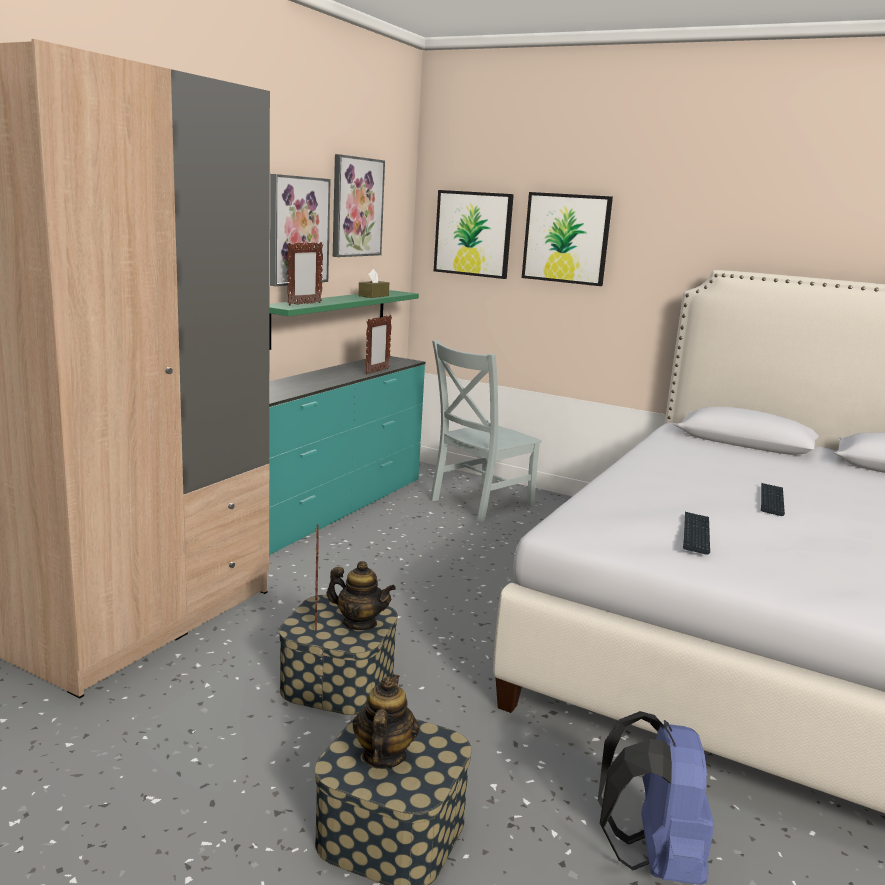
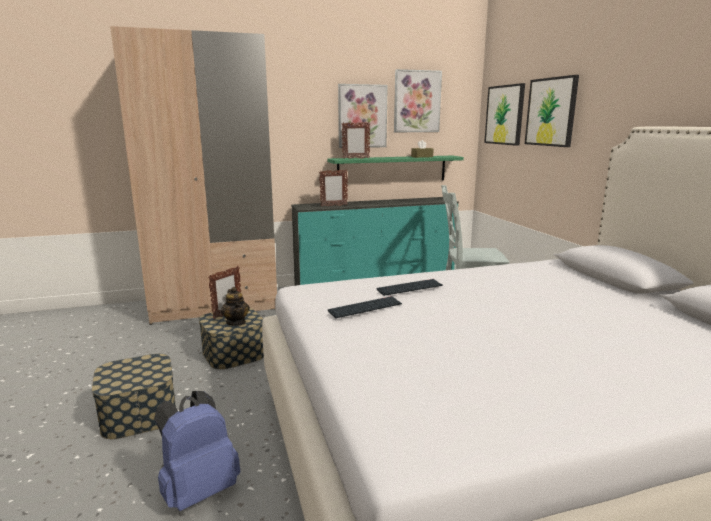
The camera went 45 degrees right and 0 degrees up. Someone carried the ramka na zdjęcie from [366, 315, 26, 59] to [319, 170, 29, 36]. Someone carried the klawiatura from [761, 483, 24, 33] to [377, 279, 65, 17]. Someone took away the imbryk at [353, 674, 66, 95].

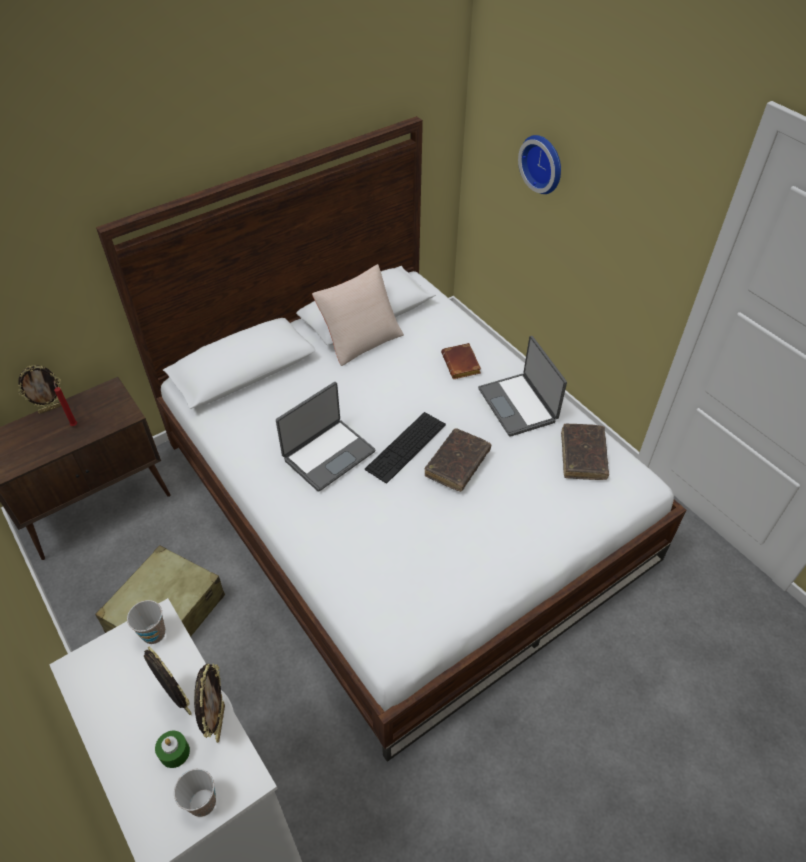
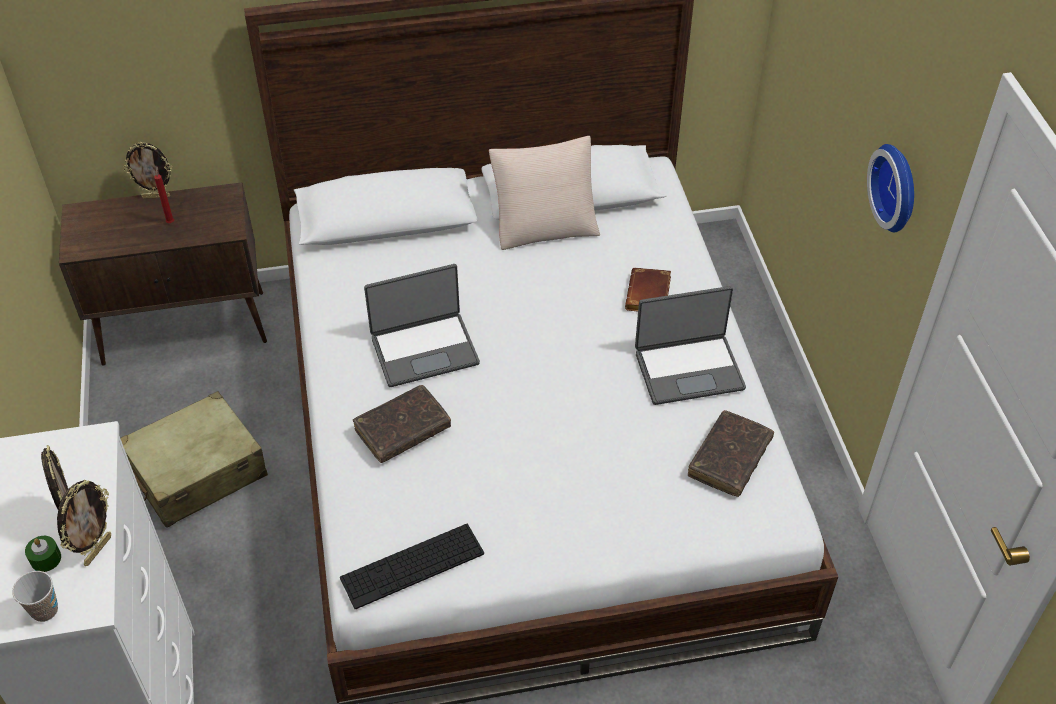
The camera went 25 degrees right and 0 degrees up. Someone carried the klawiatura from [365, 412, 81, 72] to [340, 524, 144, 85]. Someone carried the książka (brązowy) from [425, 428, 66, 64] to [353, 385, 98, 78]. Someone rotated the laptop at [478, 336, 89, 101] by 105 degrees counterclockwise. Someone carried the zegar ścienny from [518, 135, 43, 59] to [867, 144, 47, 88]. Someone took away the filiżanka at [127, 600, 38, 44].

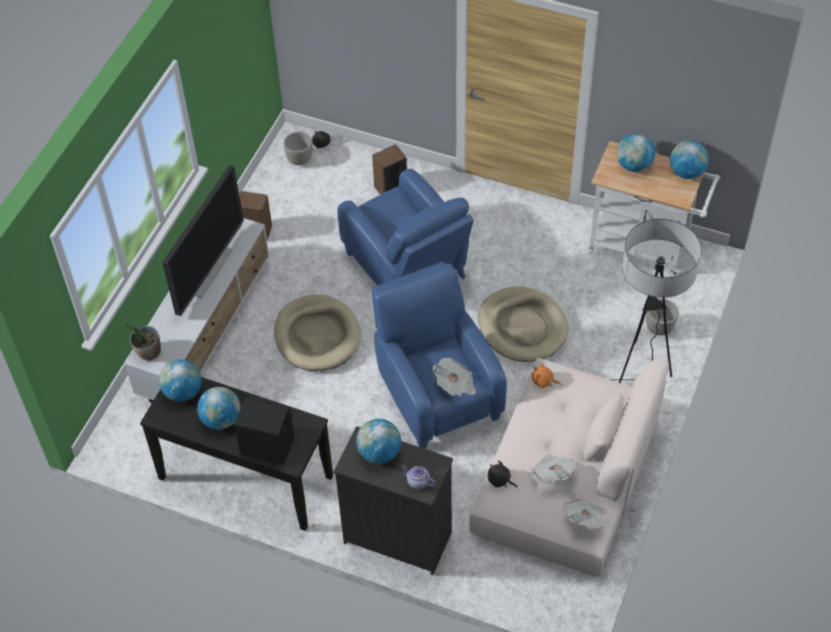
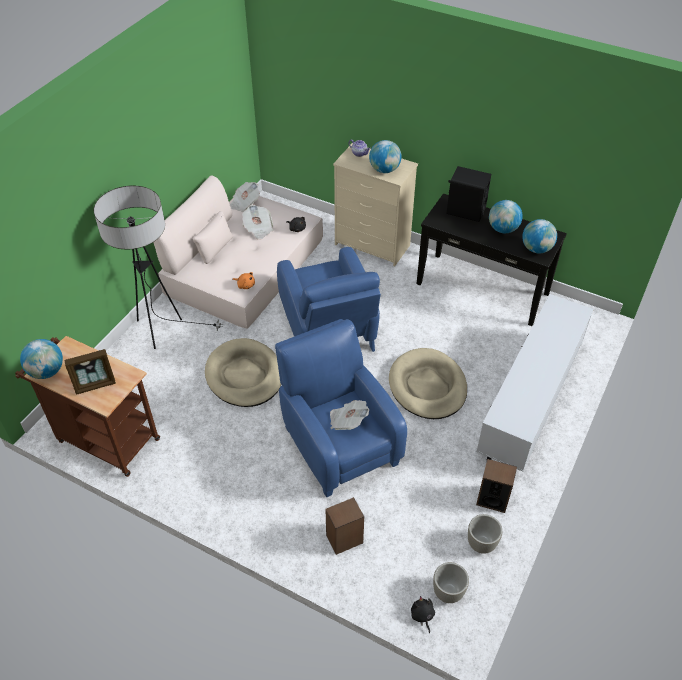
The camera went 175 degrees left and 5 degrees down. Someone repainted the wózek (biały) at [589, 141, 131, 136], which became the wózek (brązowy) at [15, 336, 145, 141]. Someone swapped the globus at [617, 133, 38, 39] for the ramka na zdjęcie at [65, 349, 51, 46]. Someone carried the gazeta from [433, 358, 43, 39] to [330, 400, 39, 30]. Someone repainted the komoda (czarny) at [334, 426, 119, 149], which became the komoda (beżowy) at [333, 143, 85, 124]. Someone carried the donica (szary) from [646, 299, 33, 36] to [468, 514, 34, 40]. Someone took away the roślina doniczkowa at [125, 324, 36, 37]. Someone took away the telewizor at [163, 165, 81, 151].

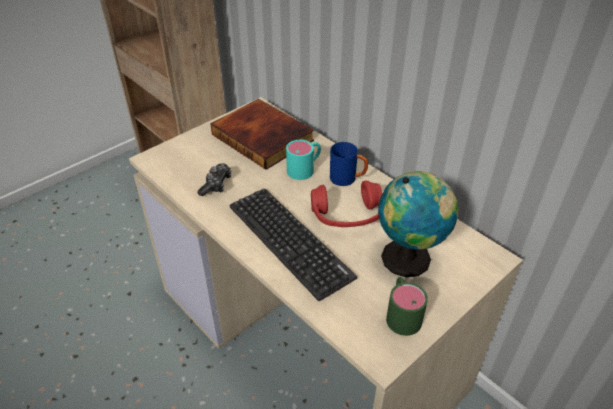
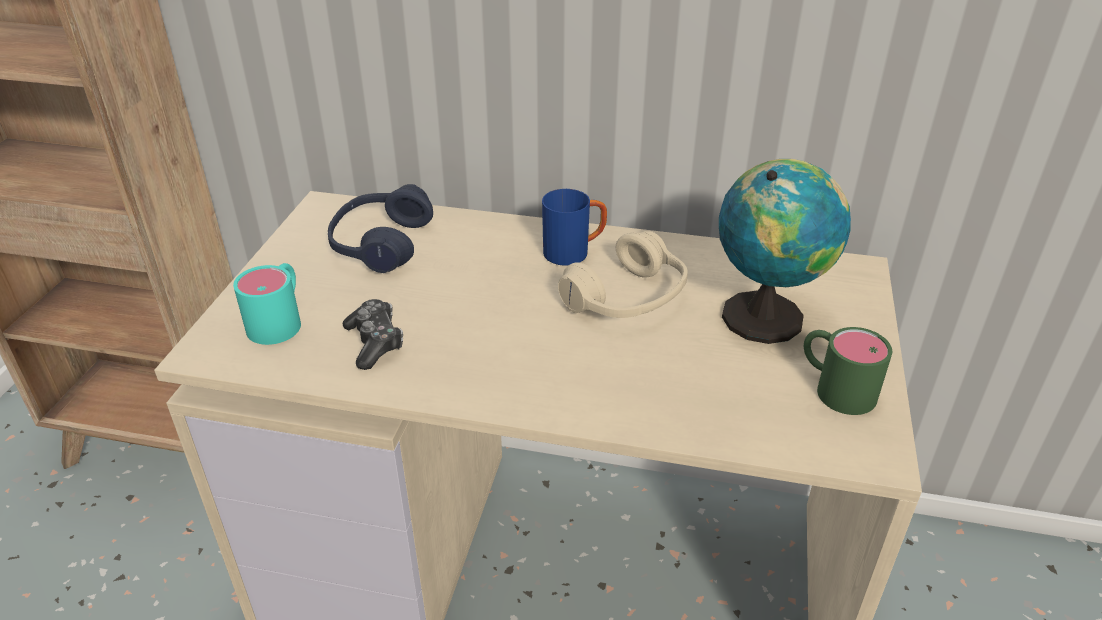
The camera went 35 degrees left and 5 degrees down. Someone carried the kubek (turkusowy) from [286, 140, 35, 40] to [233, 263, 68, 82]. Someone swapped the książka at [210, 99, 104, 71] for the słuchawki (niebieski) at [328, 184, 105, 89]. Someone repainted the słuchawki (czerwony) at [311, 181, 71, 46], which became the słuchawki (beżowy) at [558, 231, 130, 87]. Someone took away the klawiatura at [230, 188, 127, 113].

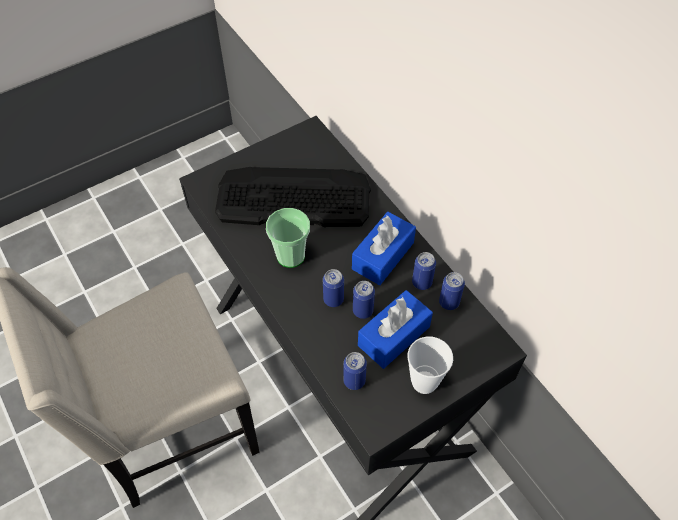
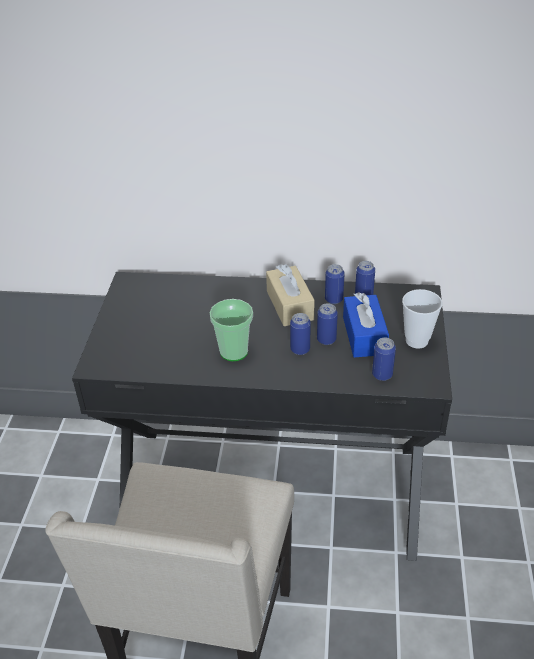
The camera went 50 degrees left and 15 degrees down. Someone repainted the pudełko chusteczek (niebieski) at [352, 212, 64, 73], which became the pudełko chusteczek (beżowy) at [266, 264, 49, 62]. Someone took away the klawiatura at [215, 167, 156, 60].

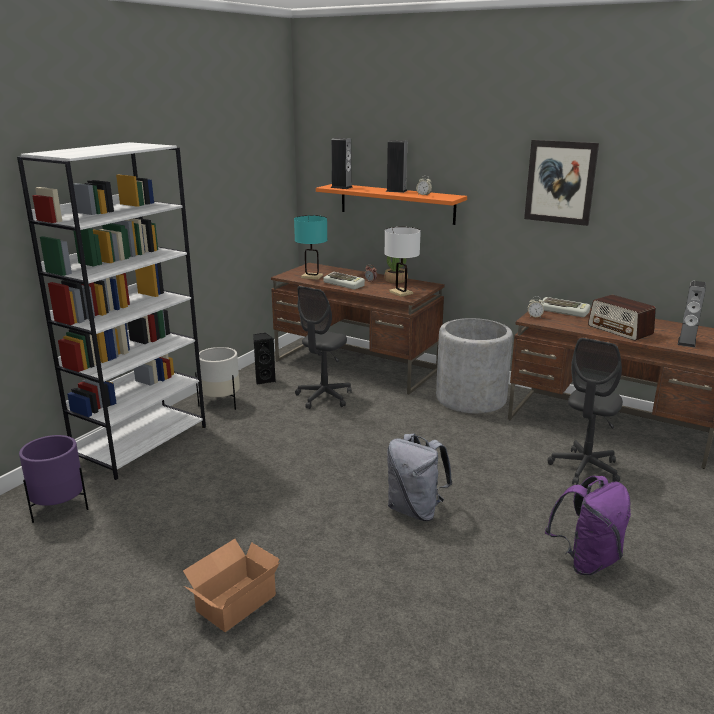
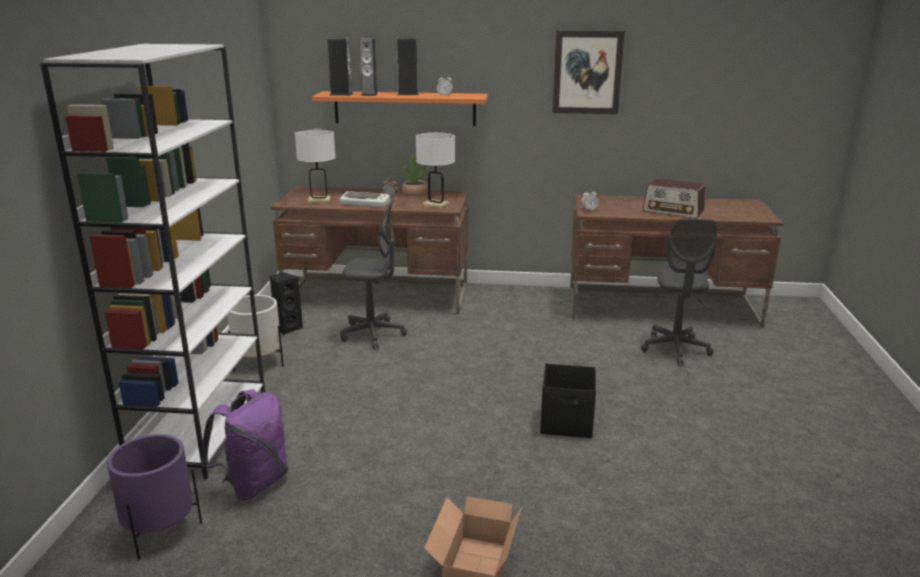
The camera went 25 degrees left and 0 degrees up. Someone carried the plecak (fioletowy) from [545, 476, 86, 99] to [201, 389, 88, 112]. Someone repainted the lampa stołowa (turkusowy) at [294, 215, 33, 65], which became the lampa stołowa (biały) at [295, 129, 40, 74]. Someone rotated the krzesło biurowe (szary) at [295, 286, 57, 123] by 90 degrees counterclockwise. Someone carried the głośnik from [678, 281, 28, 67] to [359, 37, 19, 59]. Someone swapped the plecak (szary) at [387, 434, 65, 87] for the pojemnik do przechowywania (czarny) at [540, 363, 56, 75]. Someone took away the donica (szary) at [436, 318, 77, 96]. Someone took away the klawiatura at [541, 297, 49, 20].

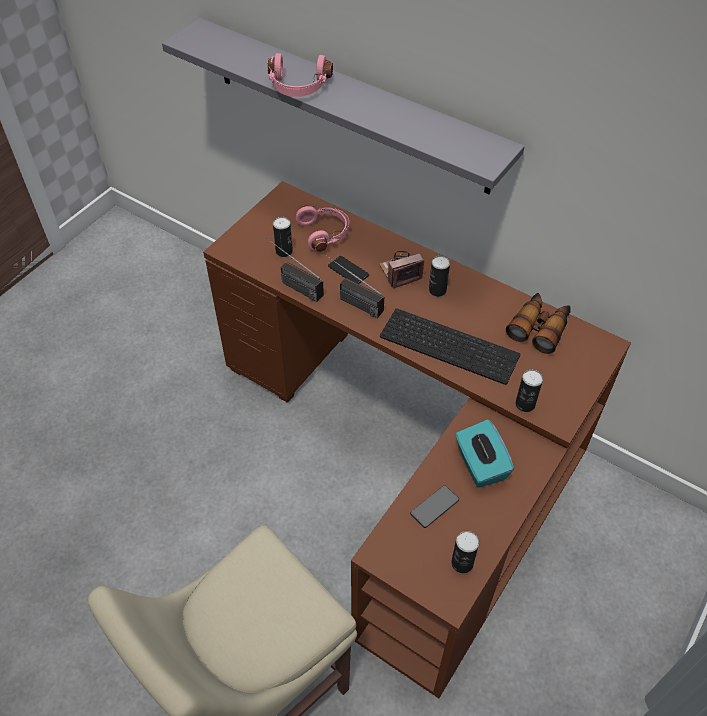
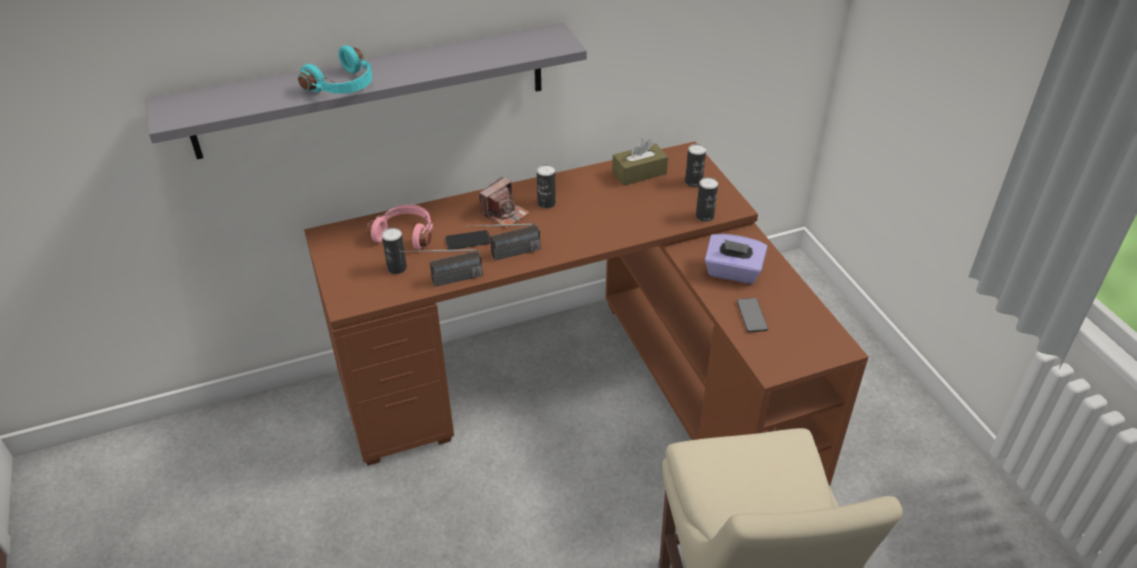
The camera went 55 degrees left and 10 degrees down. Someone repainted the słuchawki (różowy) at [267, 53, 66, 44], which became the słuchawki (turkusowy) at [298, 45, 74, 49]. Someone rotated the aparat fotograficzny at [379, 251, 45, 38] by 150 degrees counterclockwise. Someone swapped the lornetka at [506, 293, 65, 61] for the pudełko chusteczek (brązowy) at [612, 139, 56, 47]. Someone carried the puszka from [451, 531, 28, 42] to [685, 144, 21, 43]. Someone repainted the pudełko chusteczek (turkusowy) at [455, 419, 59, 68], which became the pudełko chusteczek (fioletowy) at [705, 234, 62, 50]. Someone took away the klawiatura at [380, 308, 140, 77].

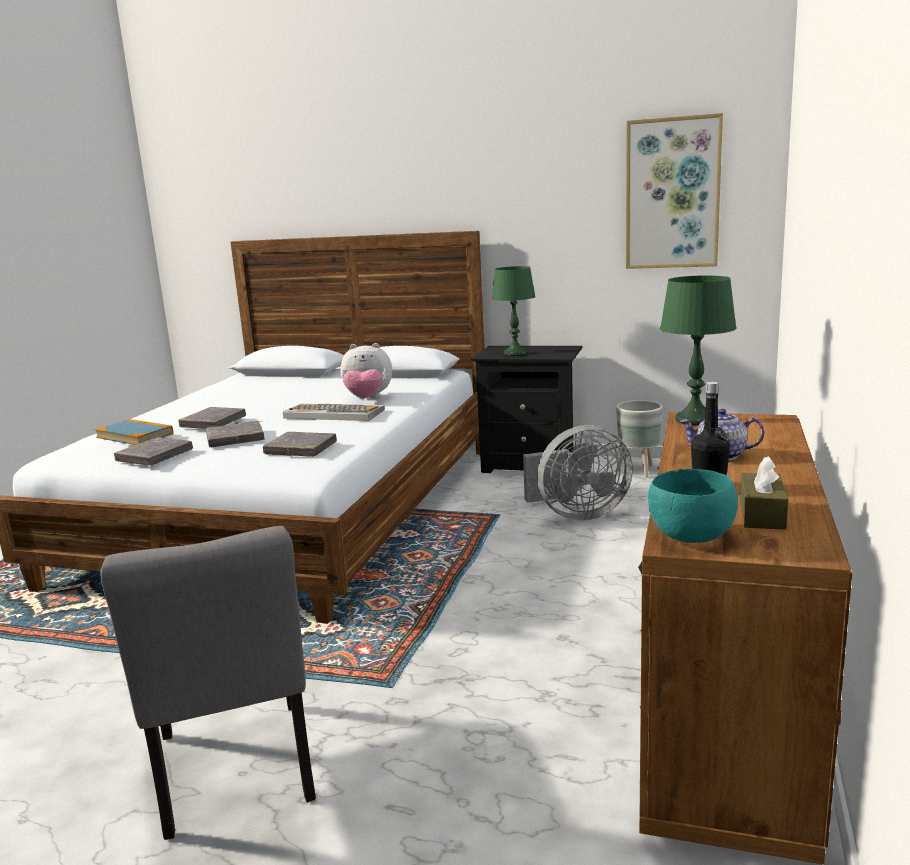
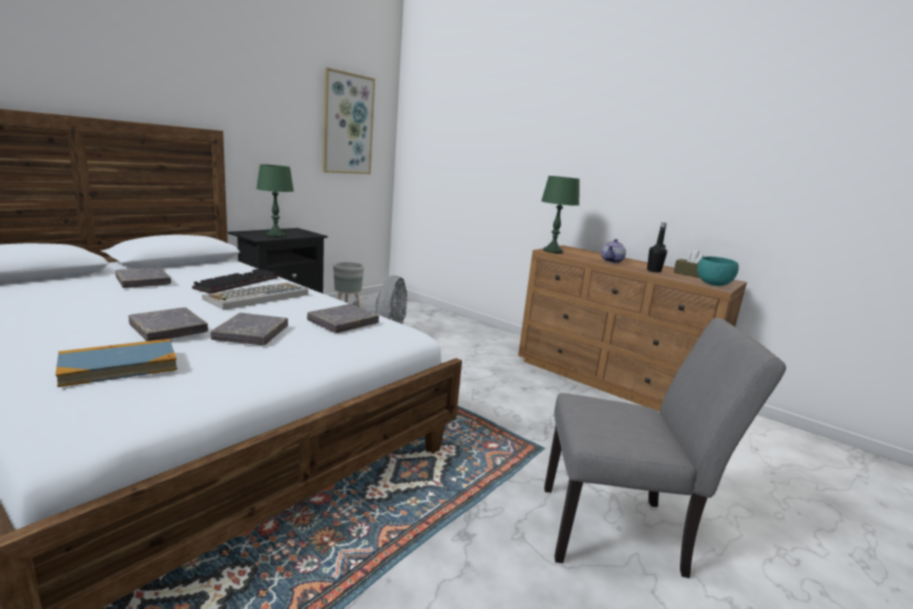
The camera went 70 degrees left and 0 degrees up. Someone carried the książka (szary) from [114, 437, 79, 29] to [115, 267, 56, 21]. Someone swapped the pluszak at [341, 343, 51, 56] for the klawiatura at [192, 268, 85, 26].

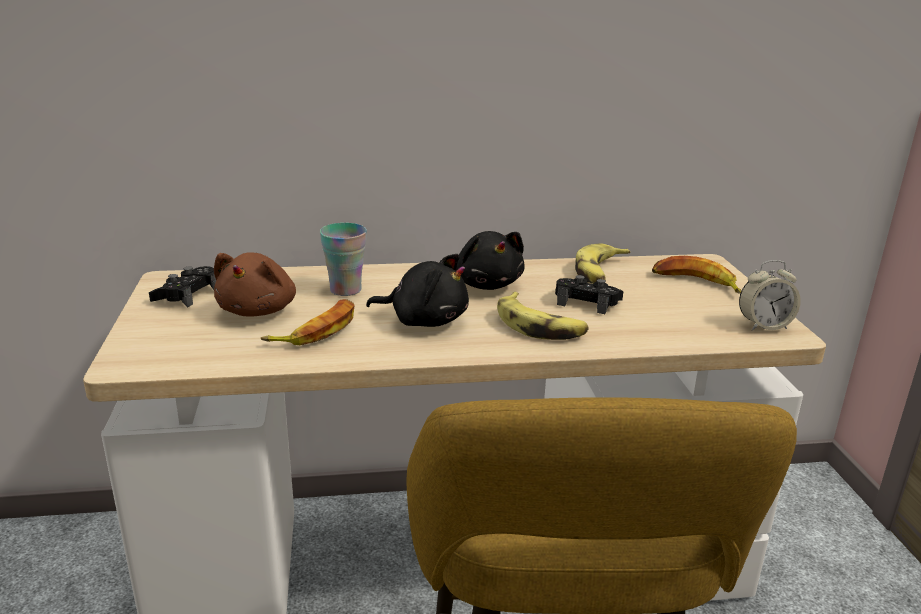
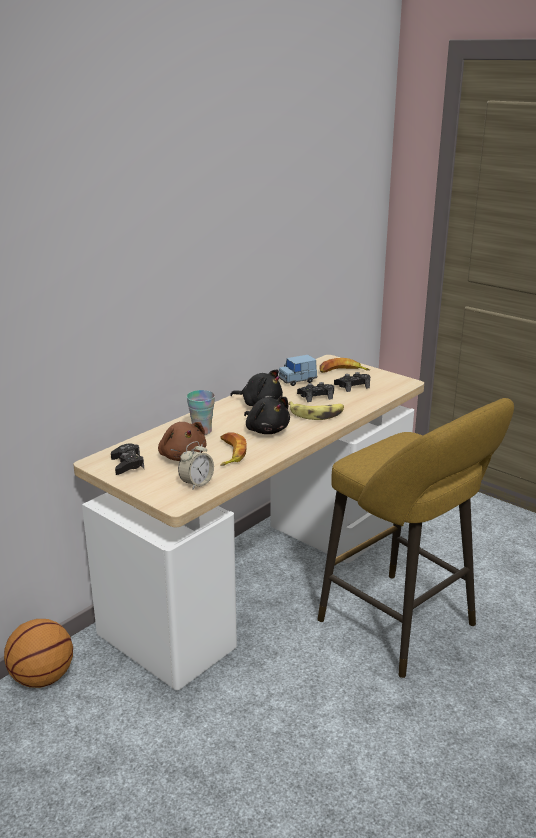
The camera went 40 degrees left and 0 degrees up. Someone put down the piłka do koszykówki at [4, 619, 69, 69]. Someone carried the budzik from [739, 260, 62, 71] to [178, 441, 36, 48]. Someone rotated the pluszak (czarny) at [366, 254, 103, 73] by 75 degrees clockwise. Someone swapped the banan at [575, 244, 55, 40] for the samochodzik (niebieski) at [278, 355, 39, 31]. Someone put down the pad do gier (czarny) at [334, 372, 36, 20].

